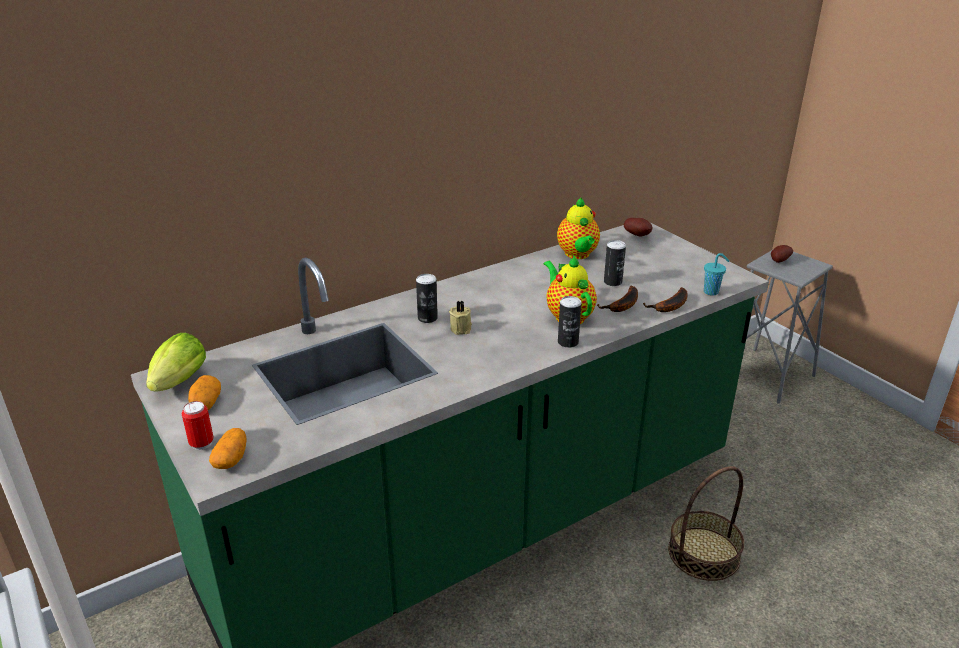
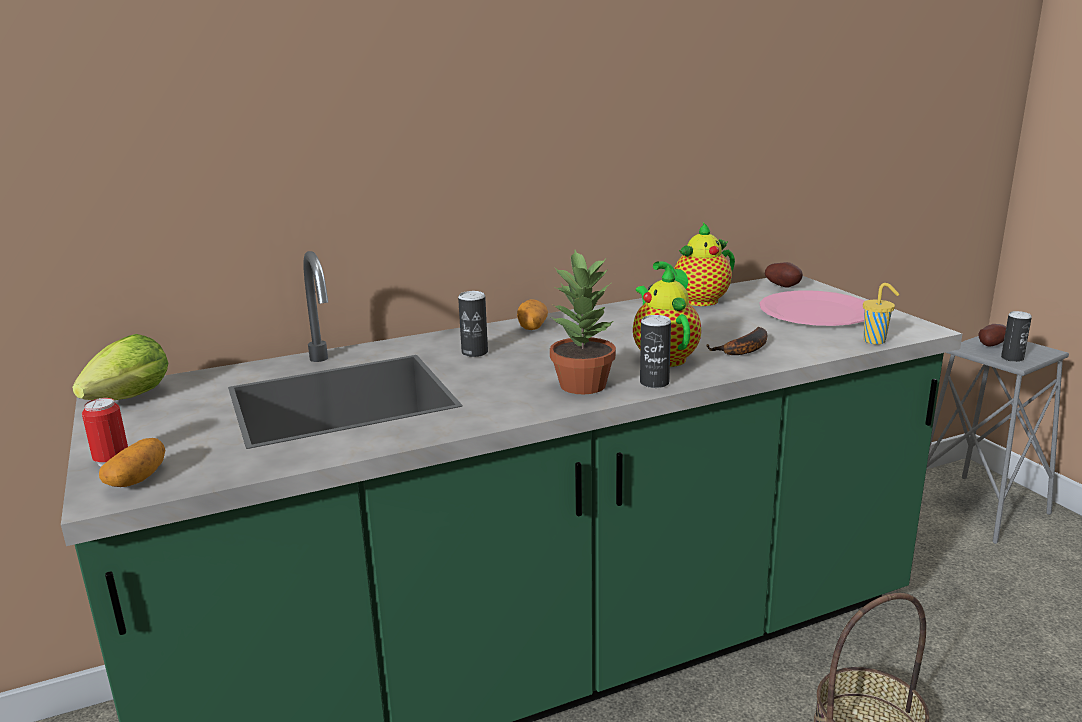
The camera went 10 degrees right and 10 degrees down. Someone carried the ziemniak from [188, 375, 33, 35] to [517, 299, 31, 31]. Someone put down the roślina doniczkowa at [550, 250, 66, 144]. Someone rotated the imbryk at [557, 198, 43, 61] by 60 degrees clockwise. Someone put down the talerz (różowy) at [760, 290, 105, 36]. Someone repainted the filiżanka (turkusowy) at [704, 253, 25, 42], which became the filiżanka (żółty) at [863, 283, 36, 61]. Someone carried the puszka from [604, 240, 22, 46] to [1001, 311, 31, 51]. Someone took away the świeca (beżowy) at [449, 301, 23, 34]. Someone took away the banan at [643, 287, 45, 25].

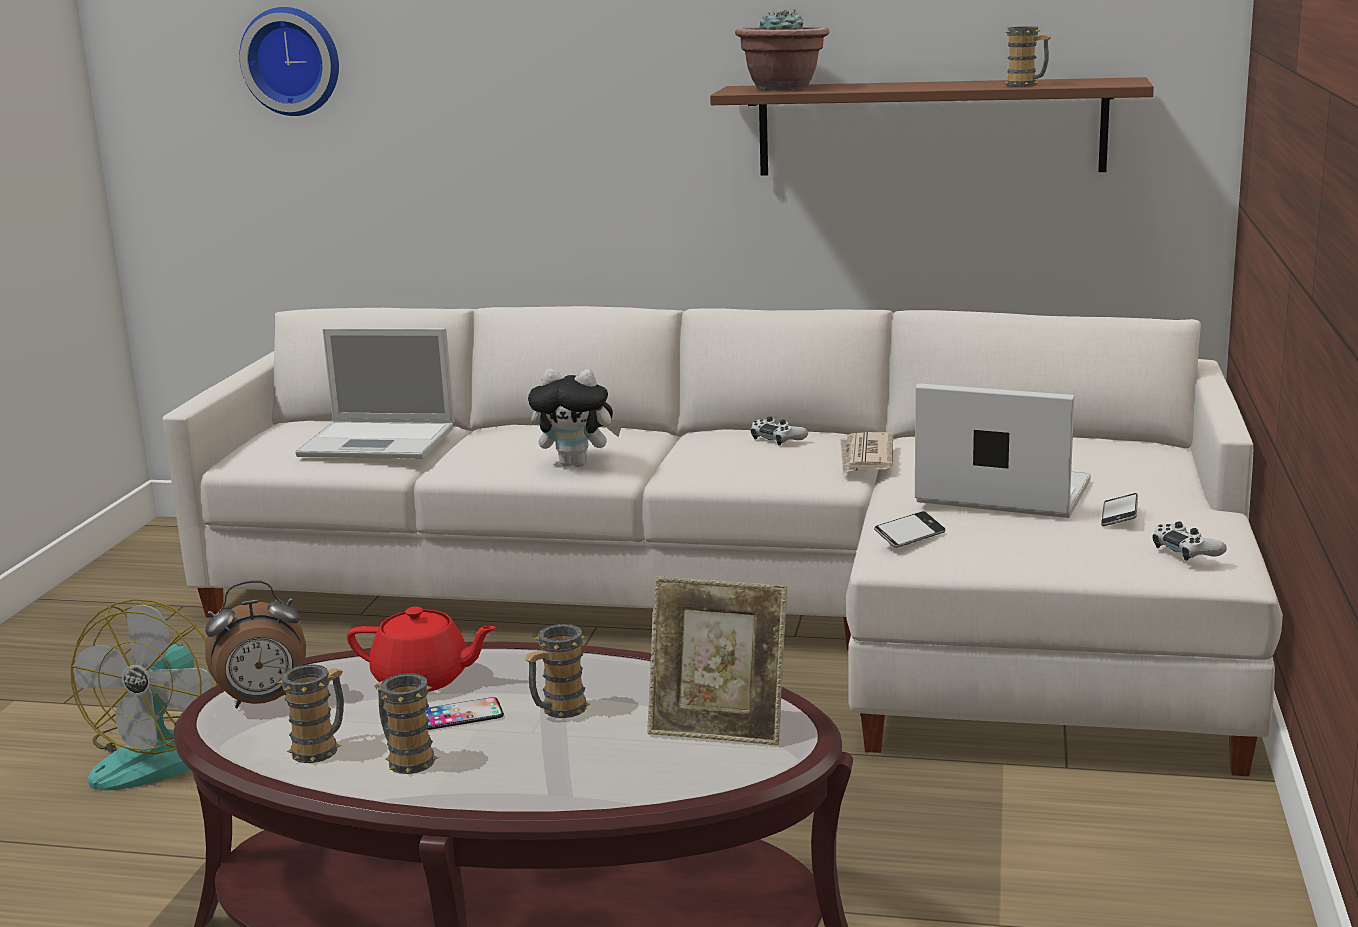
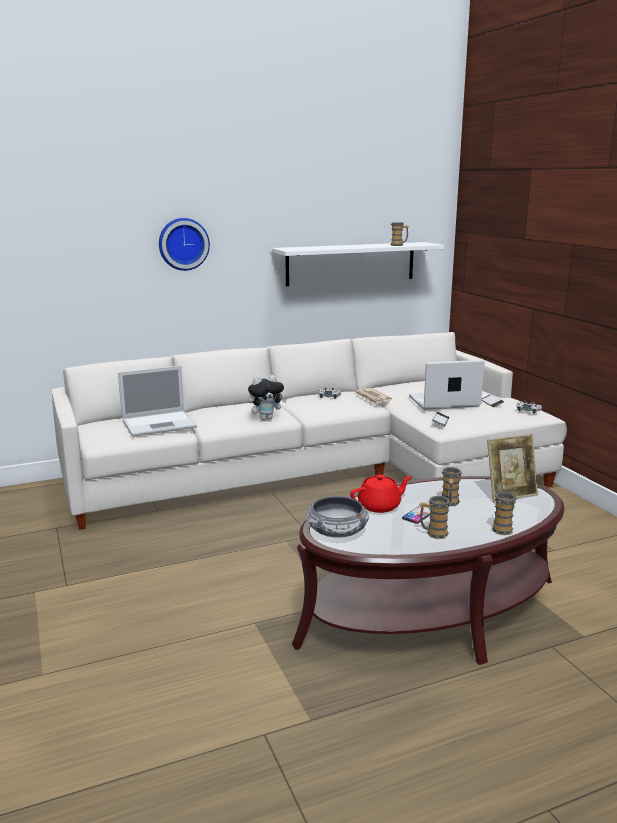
The camera went 35 degrees left and 0 degrees up. Someone carried the zegar ścienny from [239, 7, 100, 109] to [159, 218, 51, 53]. Someone repainted the półka (brązowy) at [710, 77, 444, 98], which became the półka (biały) at [272, 242, 172, 44]. Someone swapped the budzik at [205, 580, 101, 128] for the miska at [306, 496, 63, 42]. Someone carried the kubek from [277, 664, 67, 99] to [491, 492, 26, 43]. Someone took away the wentylator at [71, 599, 147, 192]. Someone took away the roślina doniczkowa at [735, 9, 94, 81].

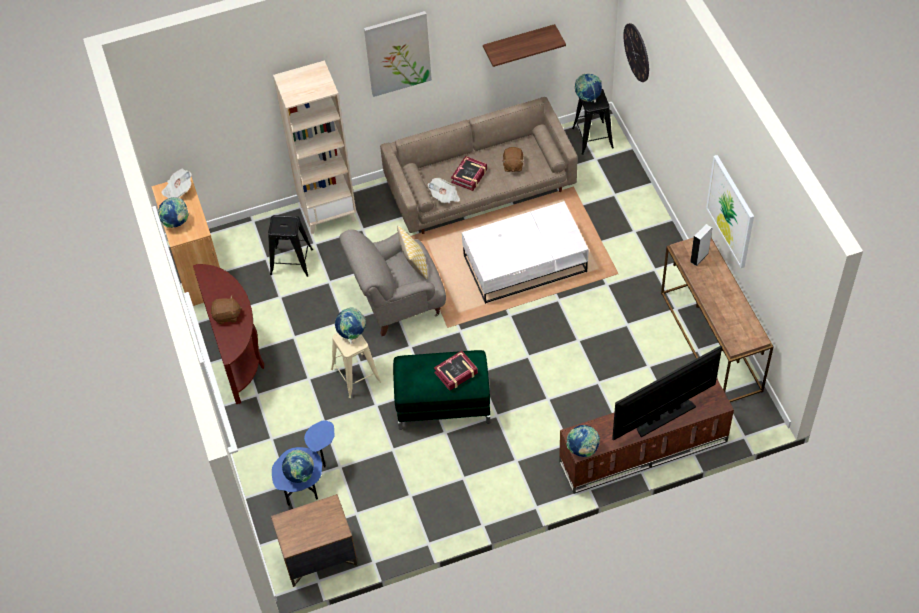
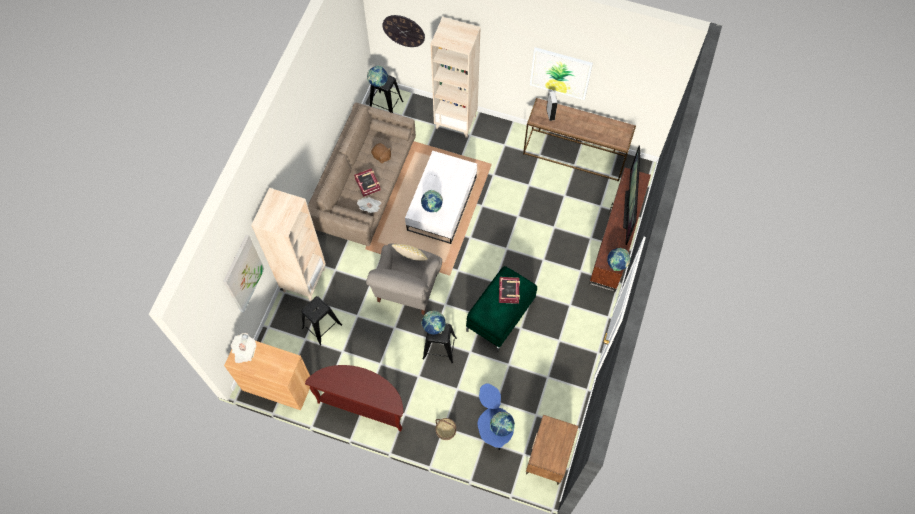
The camera went 55 degrees left and 10 degrees up. Someone carried the obraz from [364, 11, 68, 86] to [223, 235, 41, 78]. Someone carried the globus from [158, 197, 31, 31] to [421, 190, 22, 22]. Someone repainted the stołek (beżowy) at [331, 333, 51, 65], which became the stołek (czarny) at [423, 324, 34, 39]. Someone put down the regał (beżowy) at [431, 17, 50, 121]. Someone put down the koszyk at [436, 418, 20, 22]. Someone took away the pluszak (brązowy) at [211, 295, 31, 29]. Someone took away the półka at [483, 24, 83, 43].

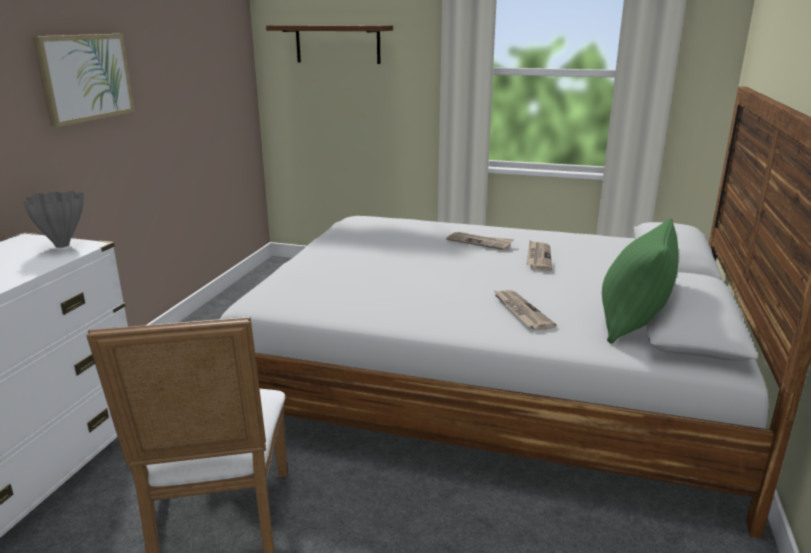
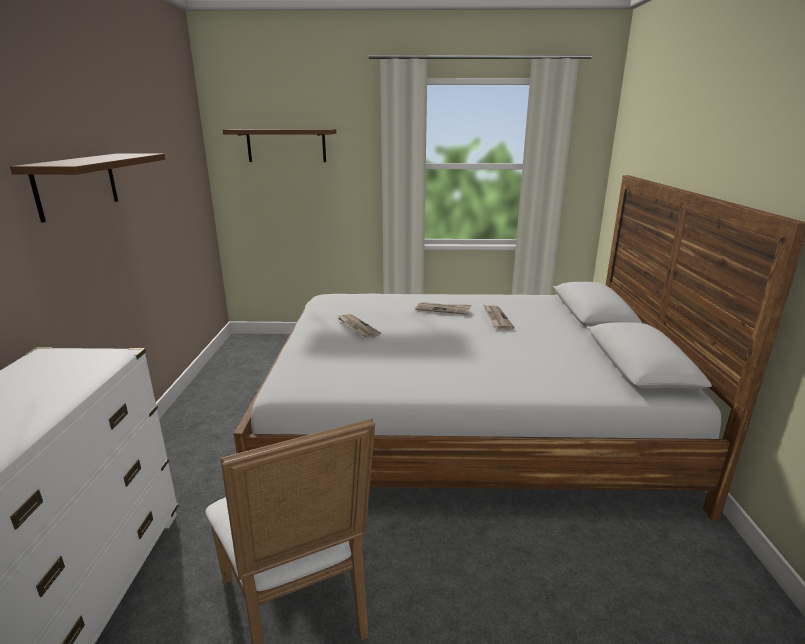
The camera went 15 degrees left and 0 degrees up. Someone swapped the obraz at [32, 34, 103, 93] for the półka (brązowy) at [10, 153, 155, 70]. Someone carried the gazeta from [493, 290, 64, 40] to [337, 314, 44, 24]. Someone took away the wazon (szary) at [23, 191, 61, 57]. Someone took away the poduszka (zielony) at [602, 218, 77, 126].

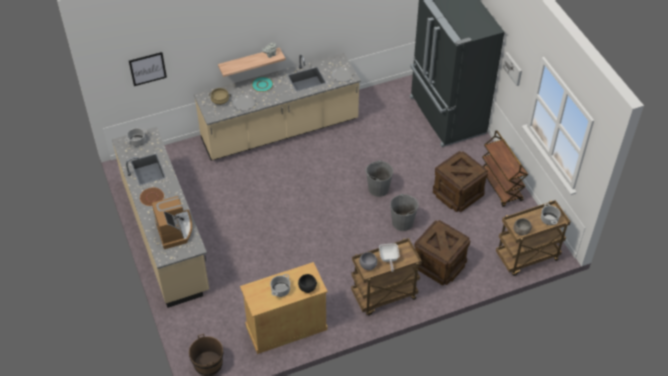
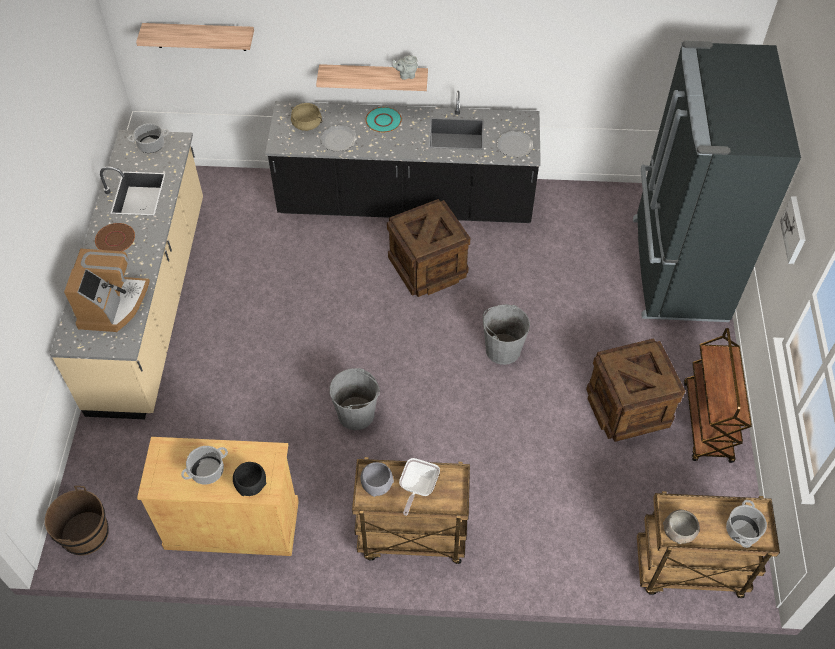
The camera went 25 degrees right and 5 degrees up. Someone swapped the obraz at [129, 52, 38, 34] for the półka at [136, 23, 118, 28]. Someone repainted the zabudowa kuchenna (beżowy) at [194, 53, 167, 108], which became the zabudowa kuchenna (czarny) at [265, 91, 276, 132]. Someone carried the wiadro (szary) from [390, 194, 29, 37] to [329, 368, 51, 62]. Someone carried the skrzynka from [414, 220, 56, 65] to [387, 199, 83, 98].

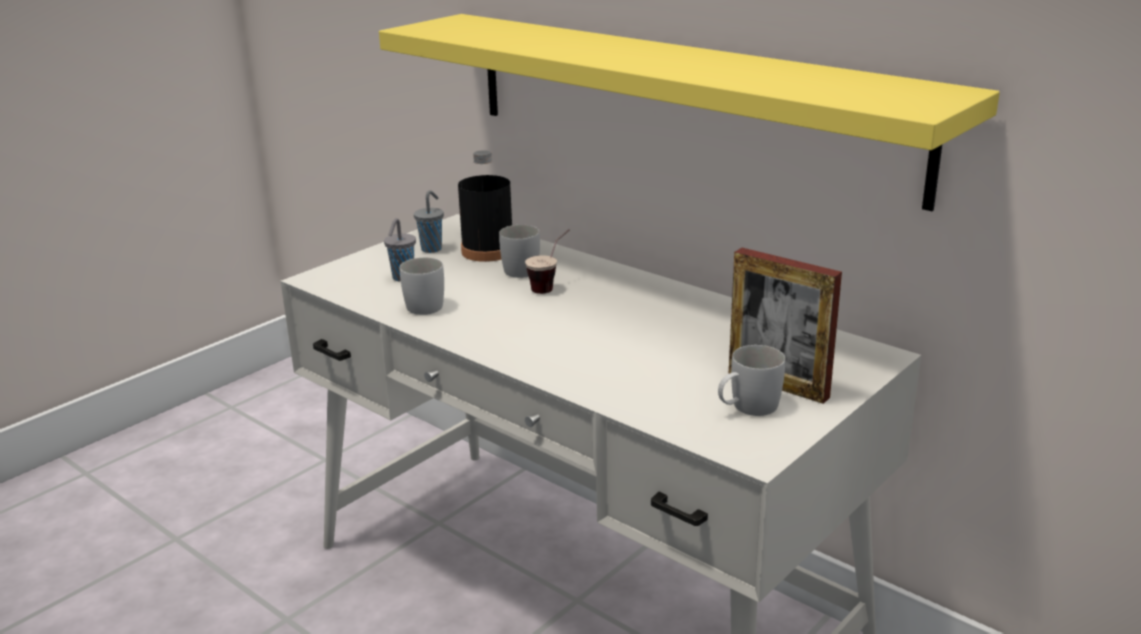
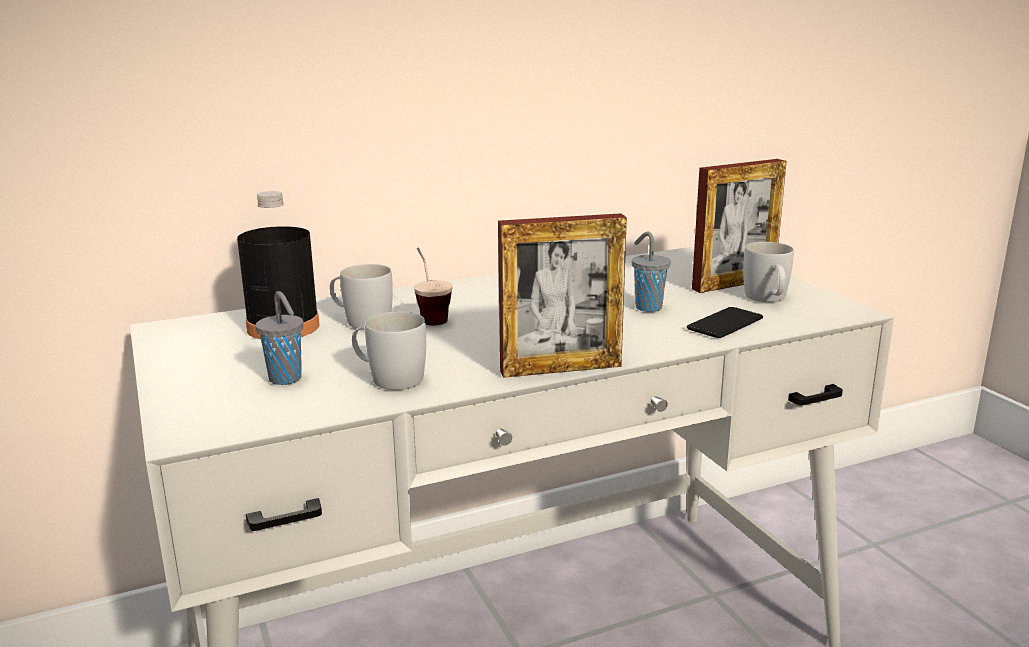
The camera went 65 degrees left and 5 degrees down. Someone put down the ramka na zdjęcie at [498, 213, 129, 165]. Someone carried the filiżanka (szary) from [414, 190, 30, 63] to [632, 232, 38, 80]. Someone put down the telefon at [687, 307, 76, 31]. Someone took away the półka (żółty) at [379, 14, 621, 197].

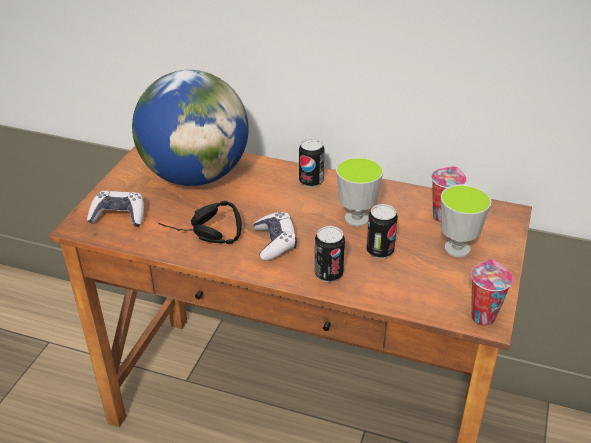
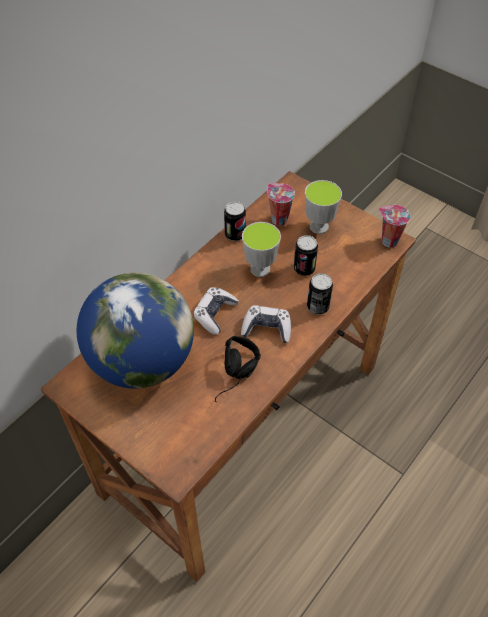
The camera went 70 degrees left and 15 degrees up. Someone carried the pad do gier from [87, 191, 57, 36] to [193, 287, 46, 48]. Someone carried the puszka from [299, 138, 25, 50] to [224, 201, 22, 40].

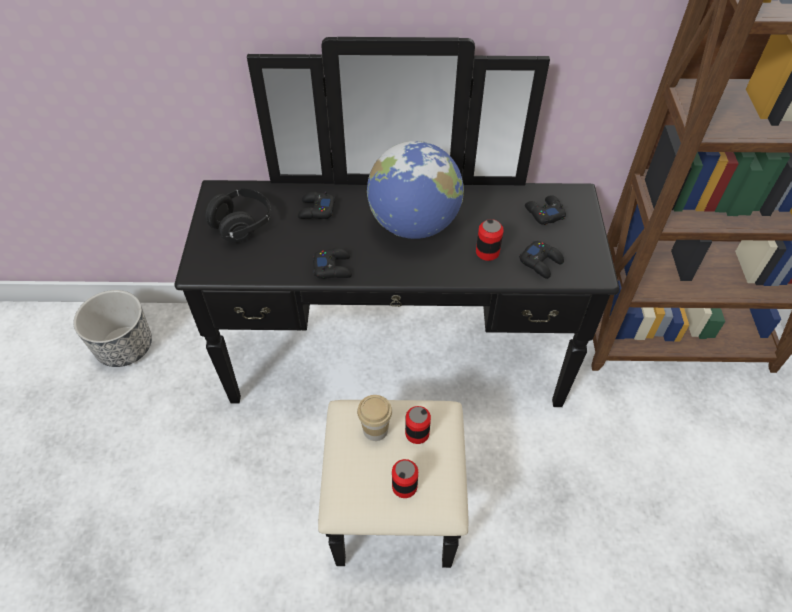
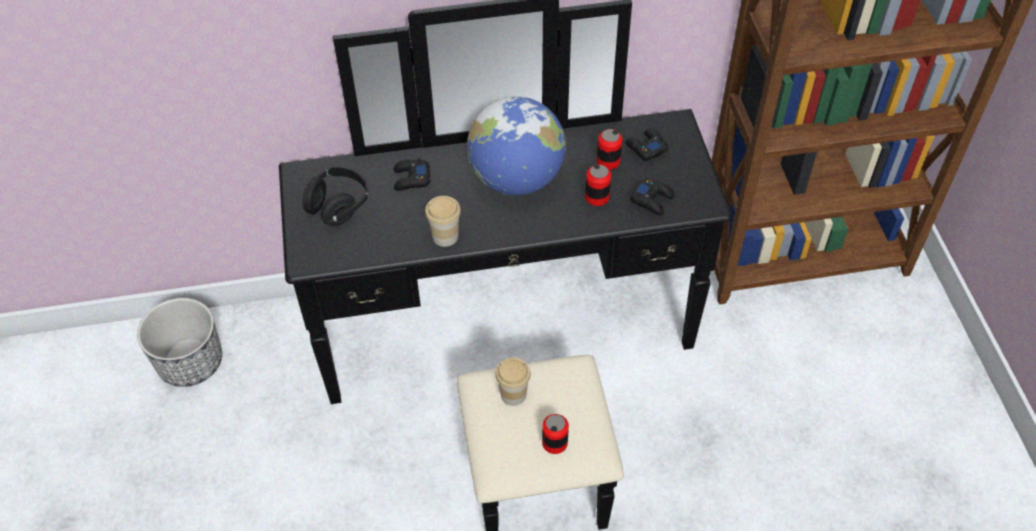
The camera went 10 degrees left and 0 degrees up. Someone swapped the pad do gier (czarny) at [313, 248, 39, 31] for the filiżanka at [425, 196, 36, 51]. Someone carried the puszka from [405, 406, 26, 38] to [597, 129, 25, 41].

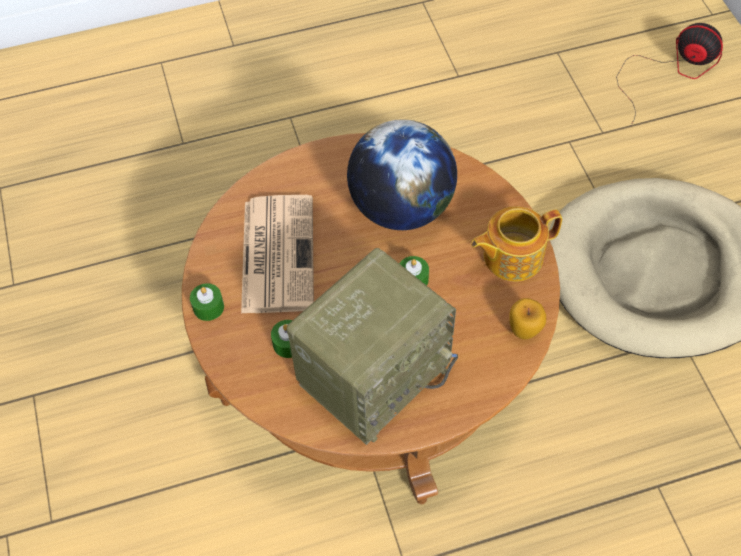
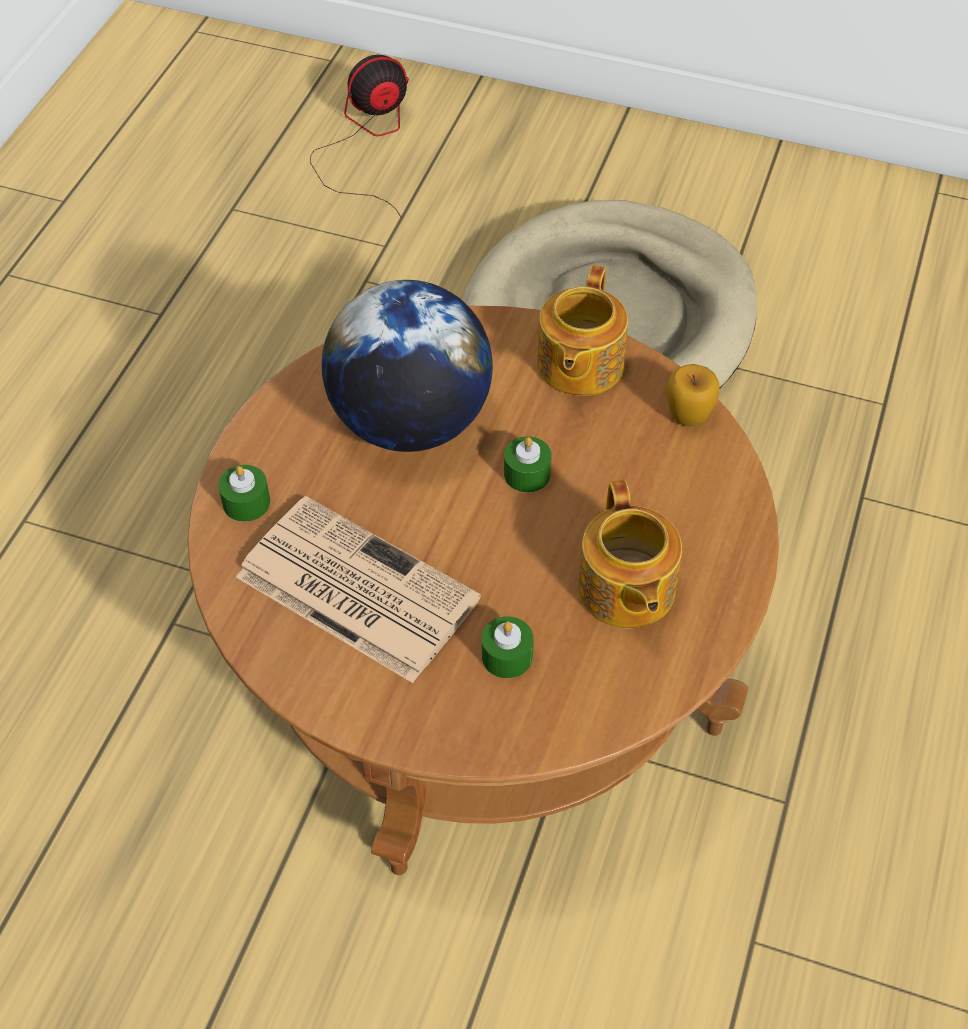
The camera went 55 degrees left and 5 degrees down. Someone carried the świeca (zielony) from [190, 283, 34, 38] to [218, 465, 52, 57]. Someone swapped the radio at [287, 248, 171, 197] for the imbryk at [578, 480, 104, 149].

